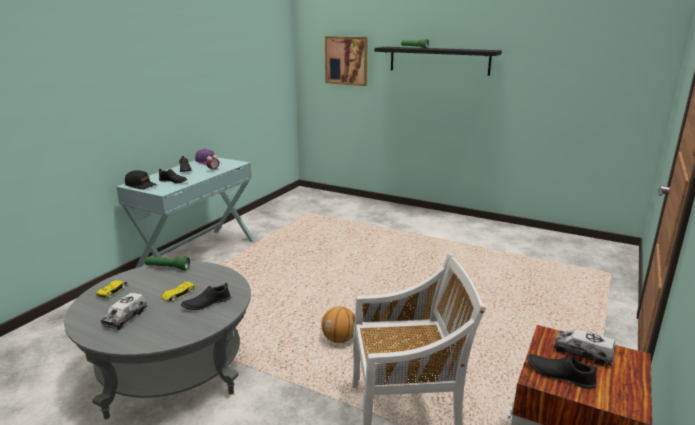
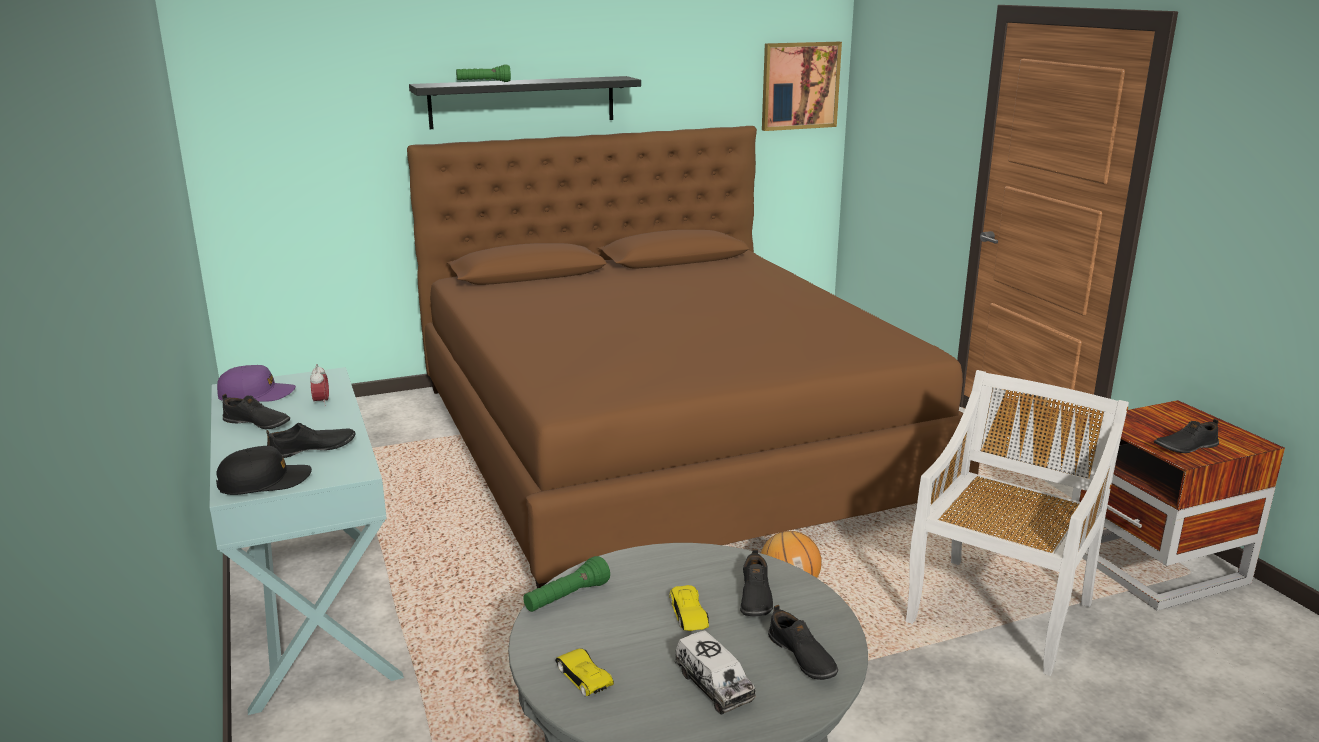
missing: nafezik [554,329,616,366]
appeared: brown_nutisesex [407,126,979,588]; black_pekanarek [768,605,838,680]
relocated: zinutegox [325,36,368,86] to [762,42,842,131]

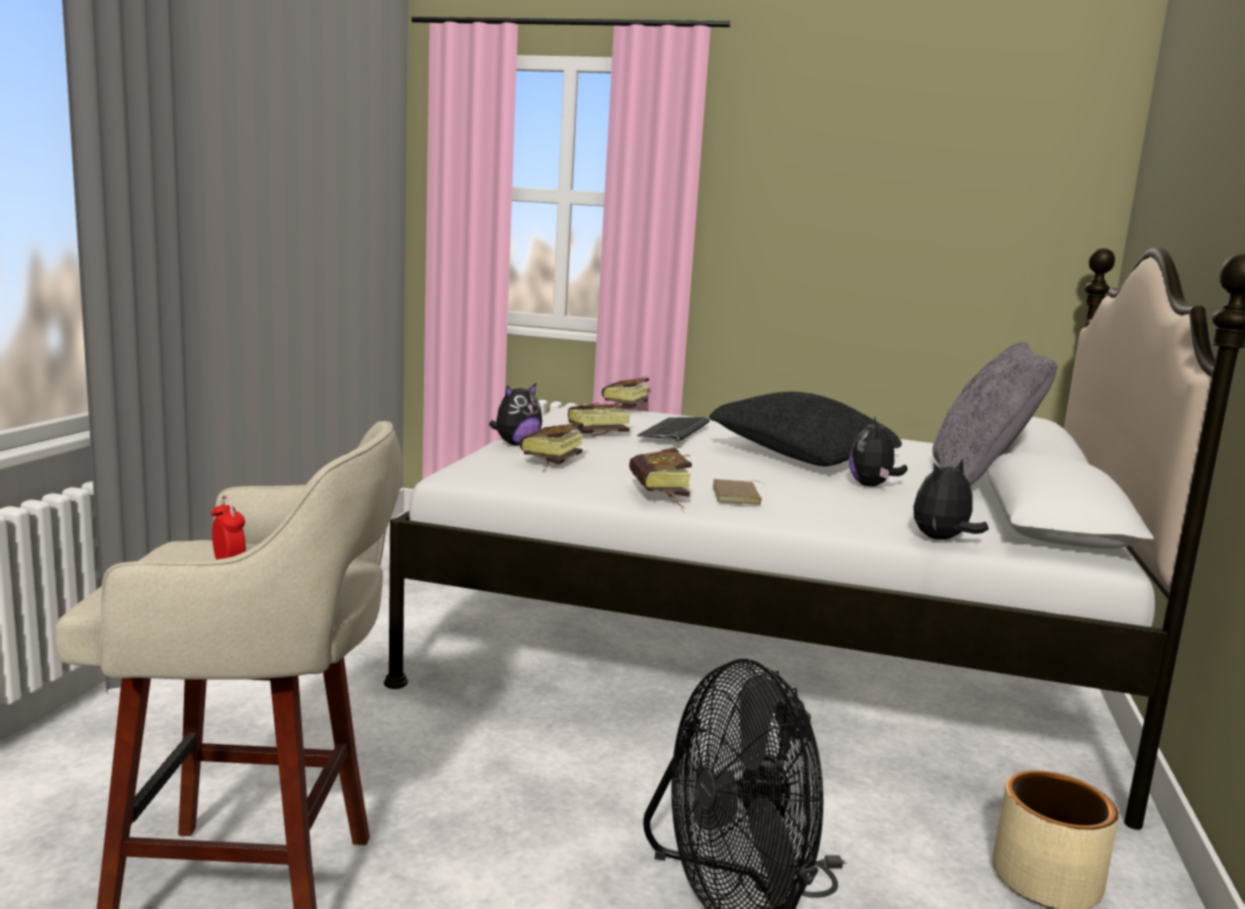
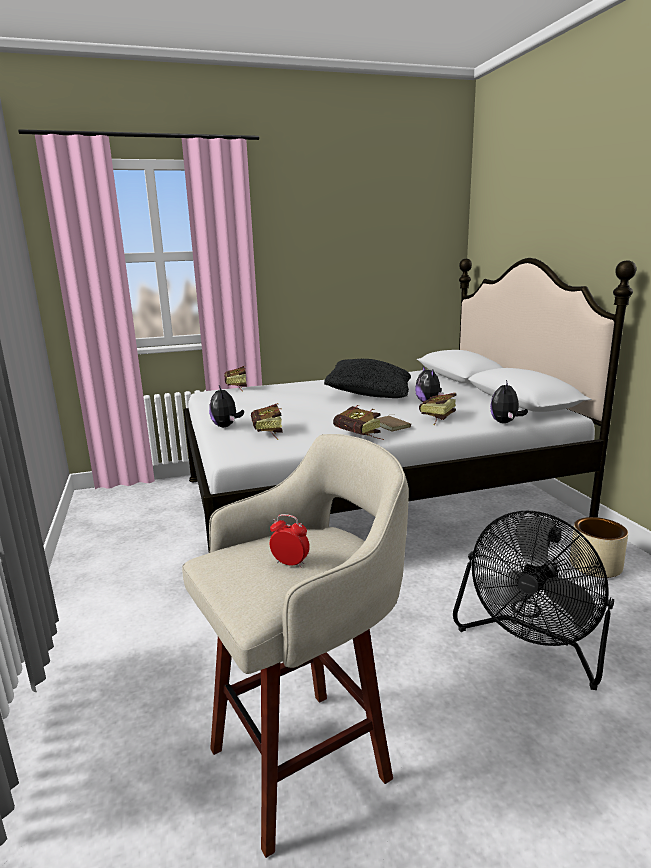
missing: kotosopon [637,417,710,441]; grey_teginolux [932,342,1058,486]
relocated: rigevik [568,402,631,436] to [419,393,456,425]
spun: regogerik [489,383,542,445] = [209,385,244,427] 150 degrees clockwise

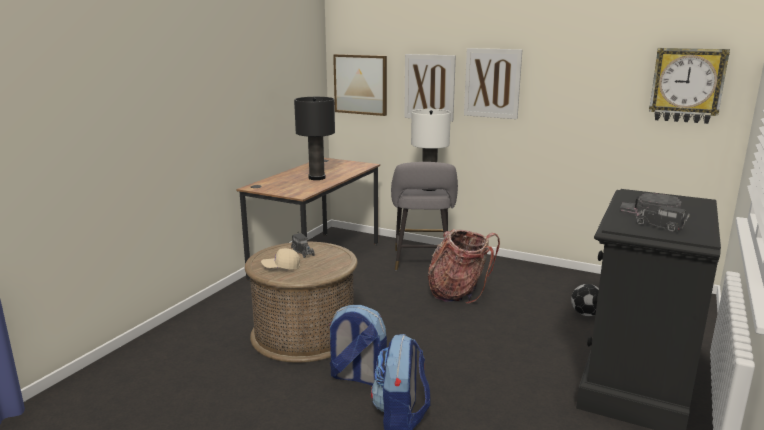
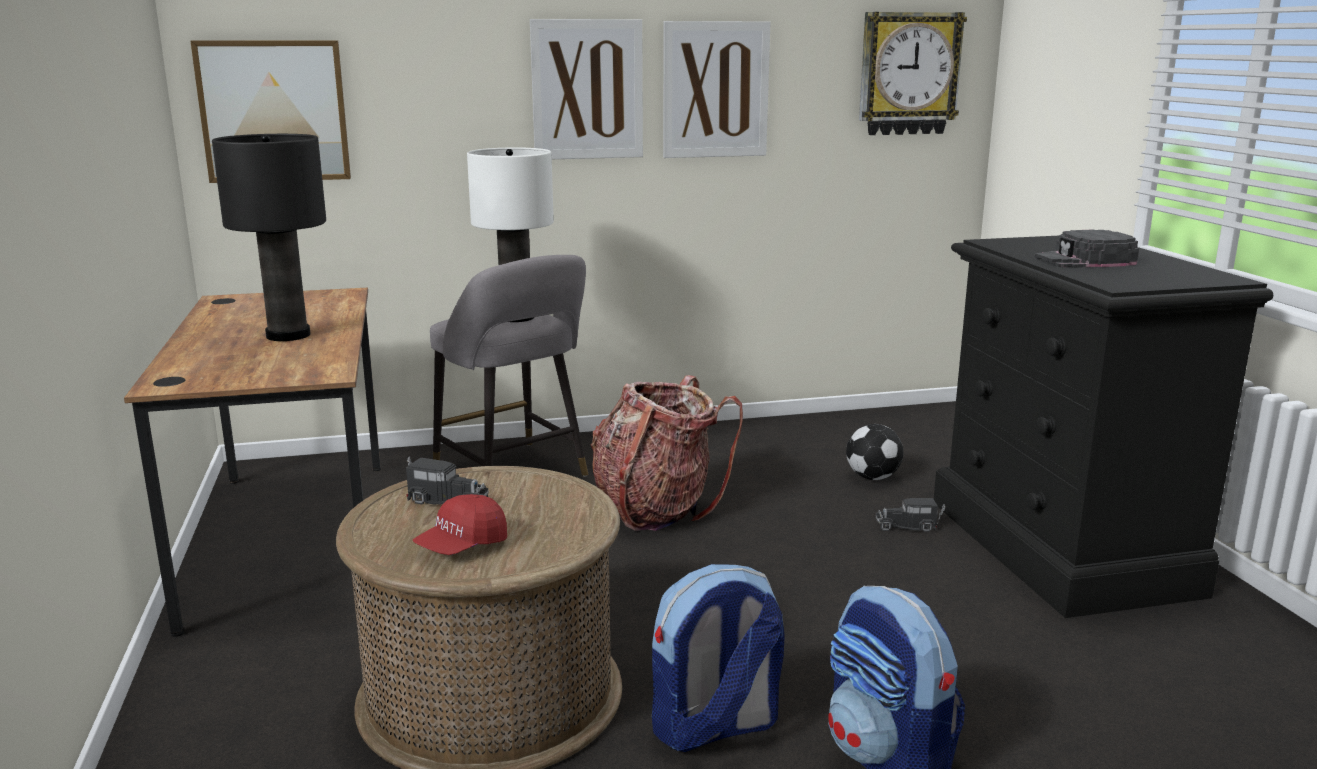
relocated: zinutegox [404,54,456,122] to [663,21,770,158]; nafezik [636,206,690,232] to [875,498,946,532]
colour: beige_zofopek [261,248,300,269] to red_zofopek [413,494,507,555]

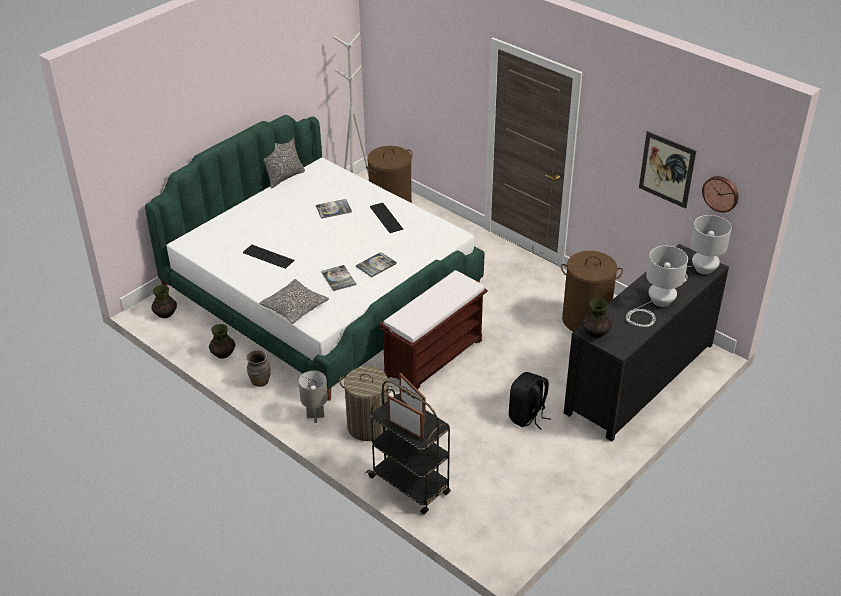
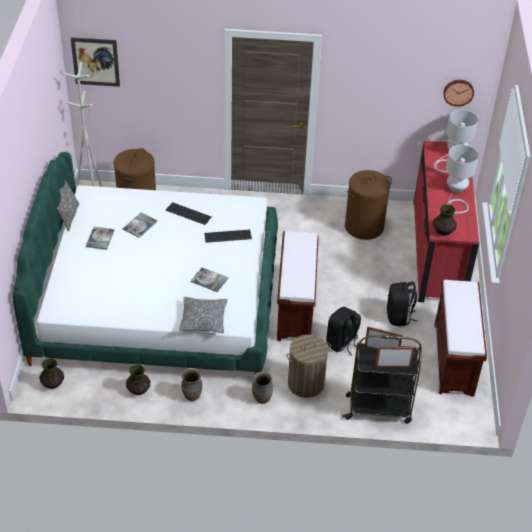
appeared: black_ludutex [326,307,361,356]; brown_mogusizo [435,280,487,397]
relocated: kotosopon [243,245,294,269] to [204,230,252,243]; rigevik [356,252,397,278] to [86,227,114,250]; zinutegox [639,131,696,209] to [71,37,120,87]
exchanged: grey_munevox [298,371,328,423] to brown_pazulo [252,372,273,404]
colour: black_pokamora [564,244,729,442] to red_pokamora [413,141,480,302]

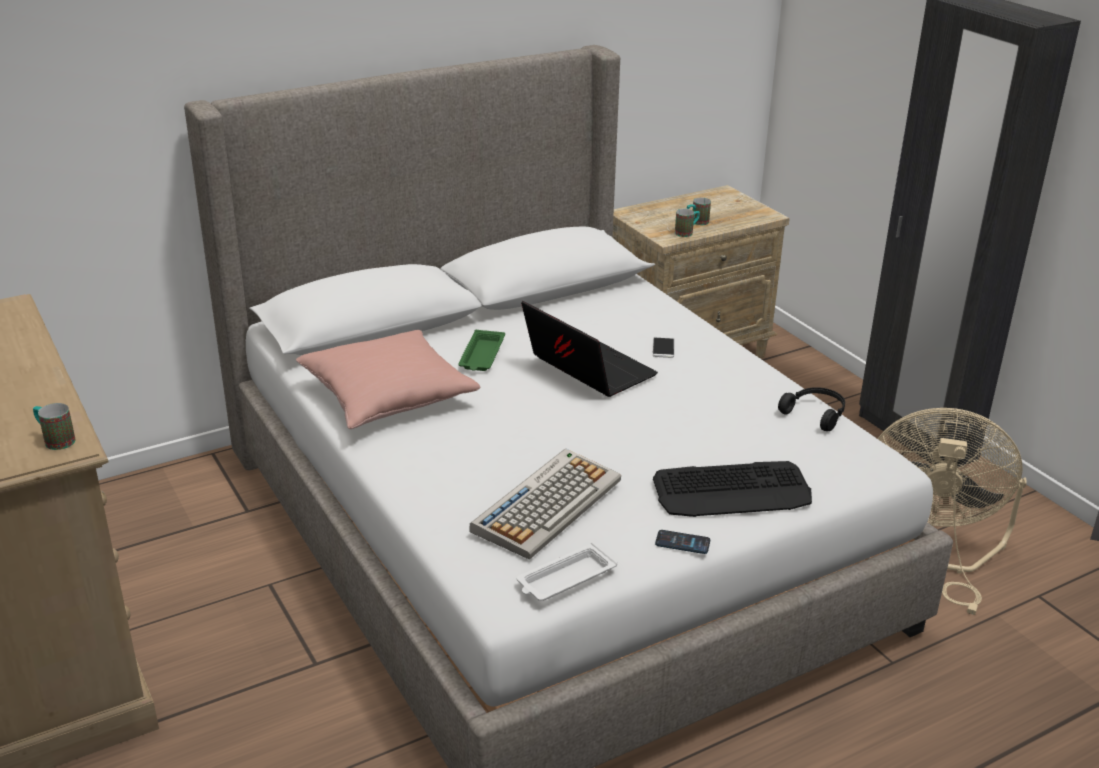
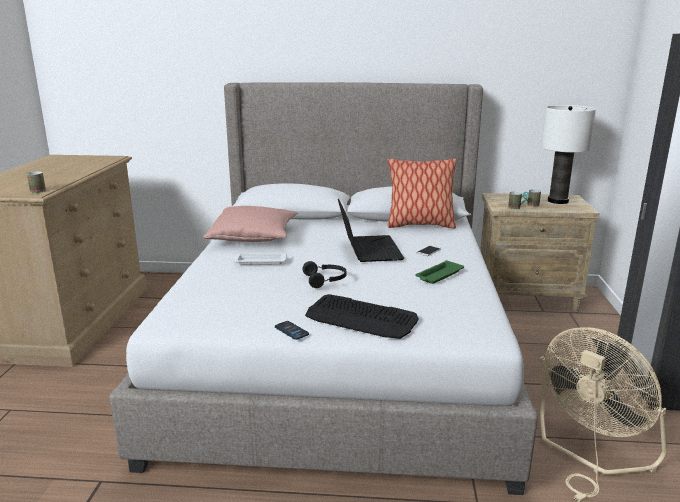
missing: kotosopon [469,449,621,560]
appeared: teginolux [387,158,457,229]; white_munevox [541,105,596,204]
relocated: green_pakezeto [458,330,505,371] to [415,260,464,284]; white_pakezeto [517,542,618,601] to [233,253,287,265]; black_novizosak [778,387,845,431] to [302,261,346,288]

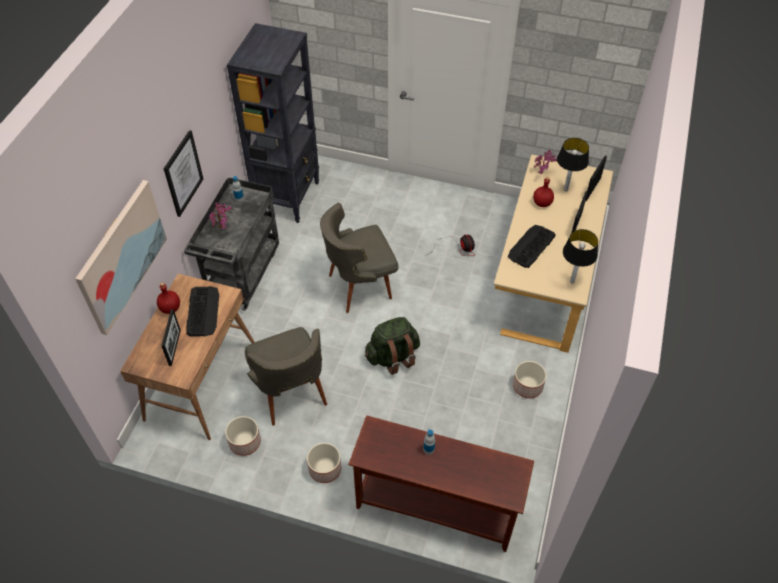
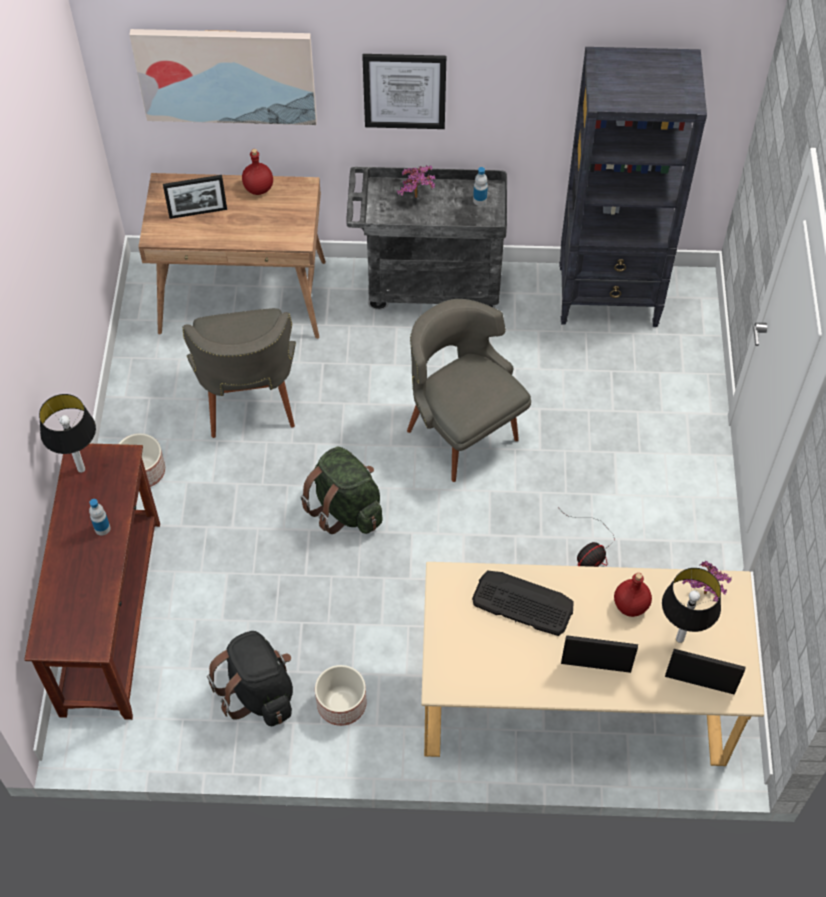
missing: kotosopon [186,286,219,336]; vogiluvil [225,416,261,456]
appeared: black_ludutex [207,631,293,726]
relocated: munevox [563,229,598,284] to [39,394,96,473]
spun: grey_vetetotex [245,327,327,426] = [182,308,296,438] 60 degrees counterclockwise

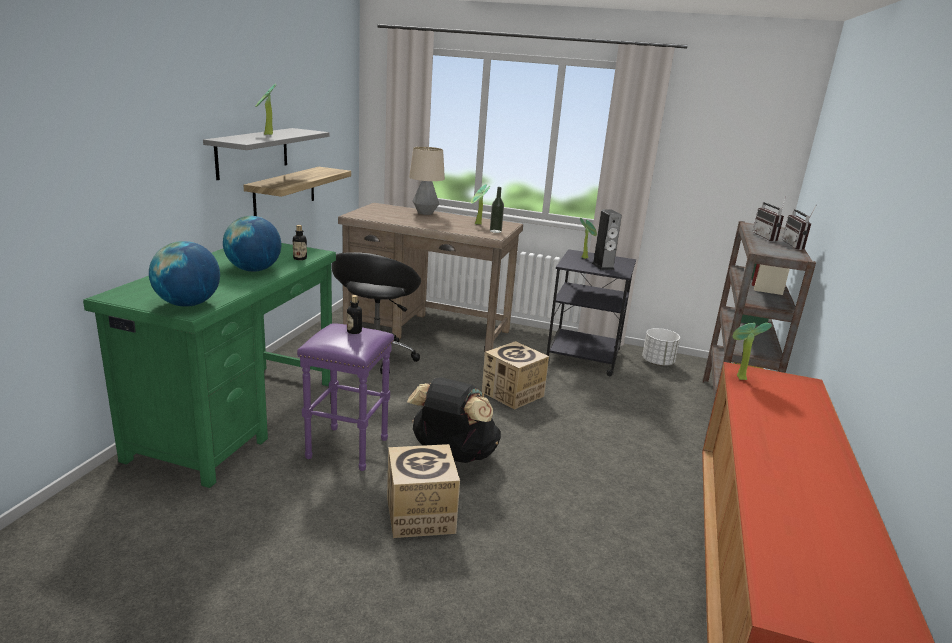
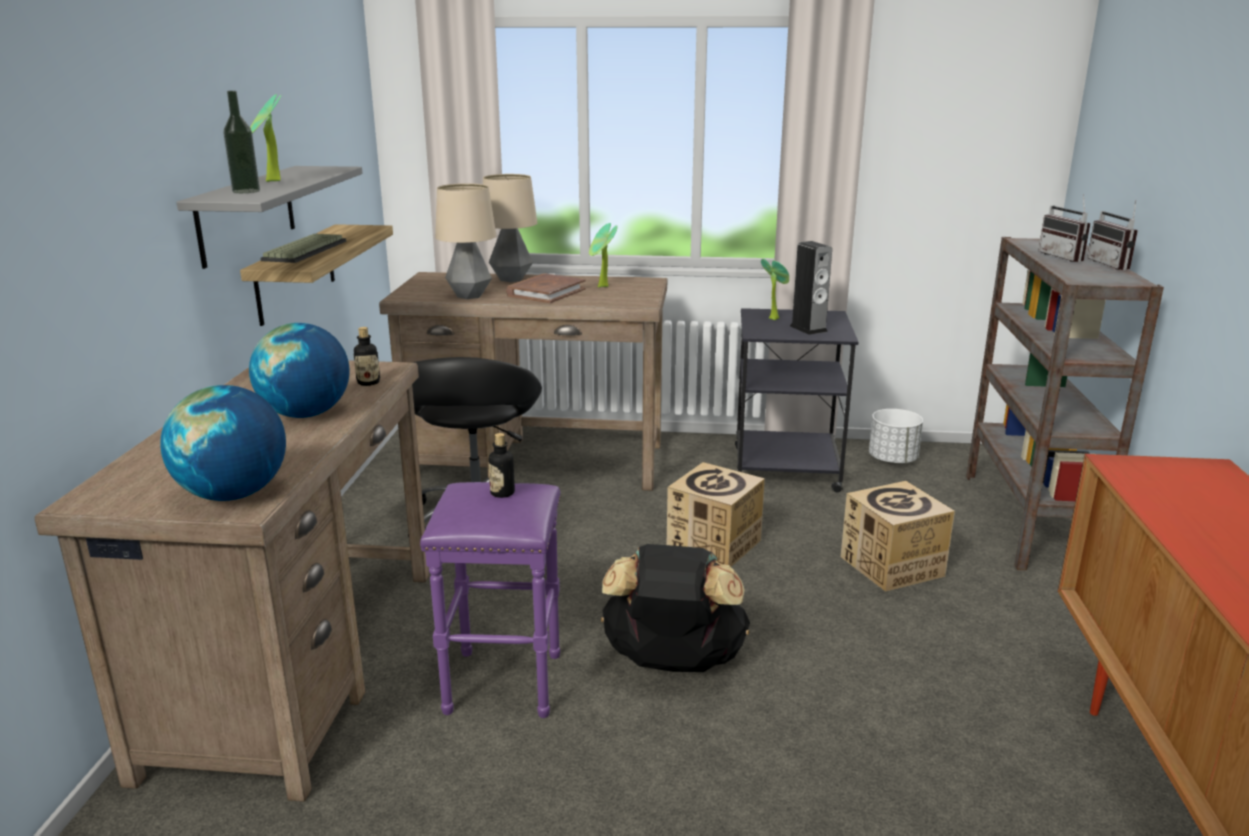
missing: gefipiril [733,323,772,380]
appeared: kotosopon [260,234,346,263]; munevox [435,183,496,299]; brown_rigevik [506,274,586,303]
relocated: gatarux [387,444,460,538] to [841,481,955,592]; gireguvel [490,187,504,233] to [223,91,260,193]
colour: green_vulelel [83,243,336,488] to brown_vulelel [35,360,429,802]

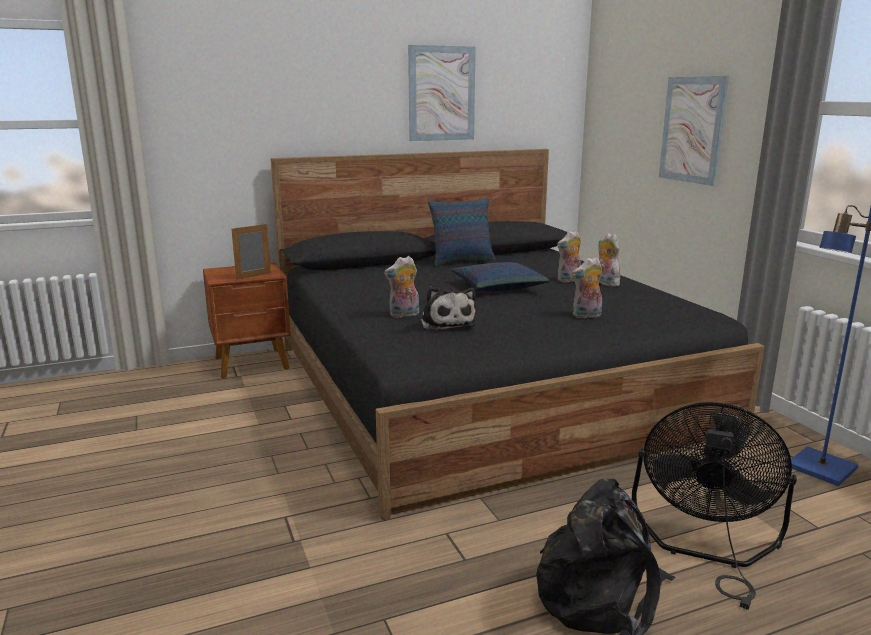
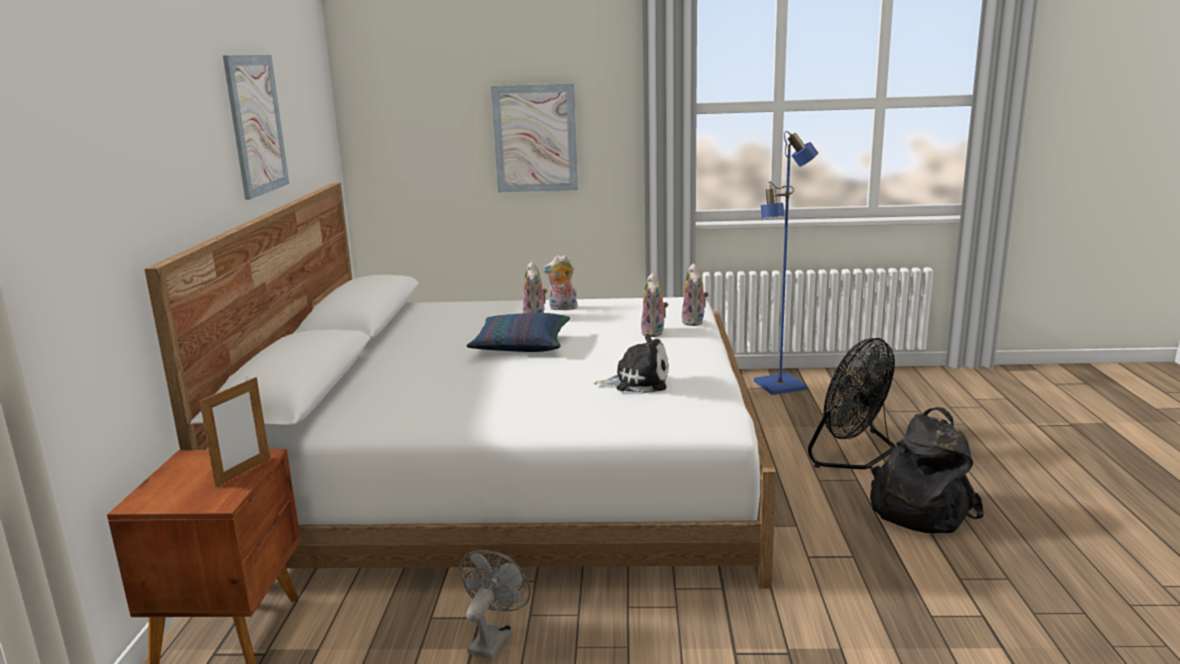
missing: blue_teginolux [428,198,496,267]
appeared: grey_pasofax [459,550,530,660]
relocated: regogerik [384,256,419,318] to [681,263,709,326]
colour: black_nutisesex [271,149,765,521] to white_nutisesex [144,183,776,589]
spun: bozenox [232,224,271,280] = [200,377,270,487] 135 degrees counterclockwise

